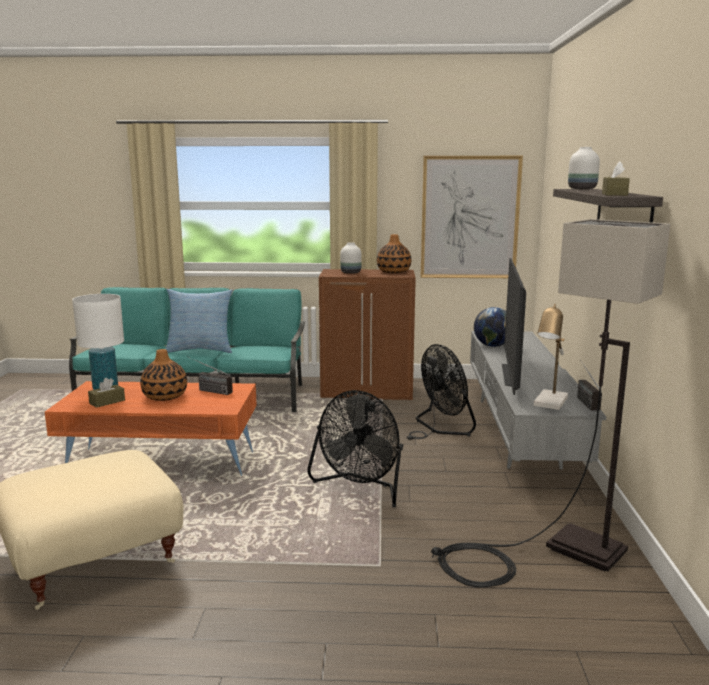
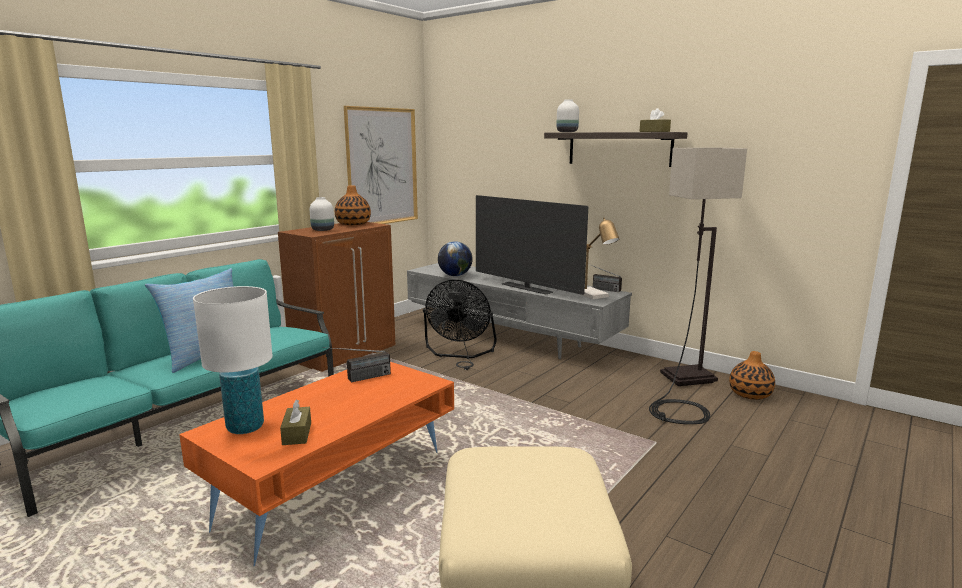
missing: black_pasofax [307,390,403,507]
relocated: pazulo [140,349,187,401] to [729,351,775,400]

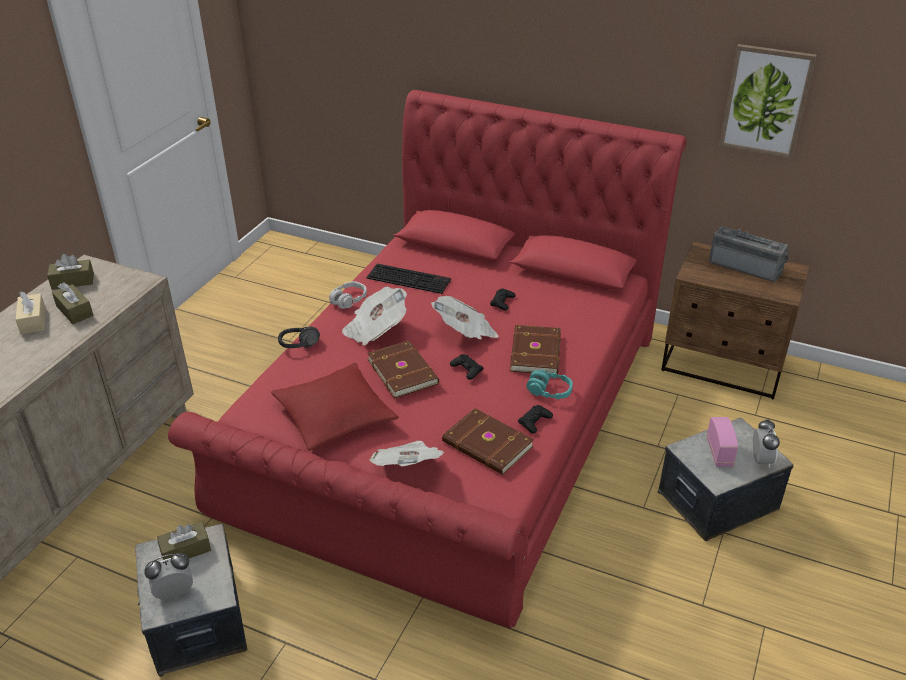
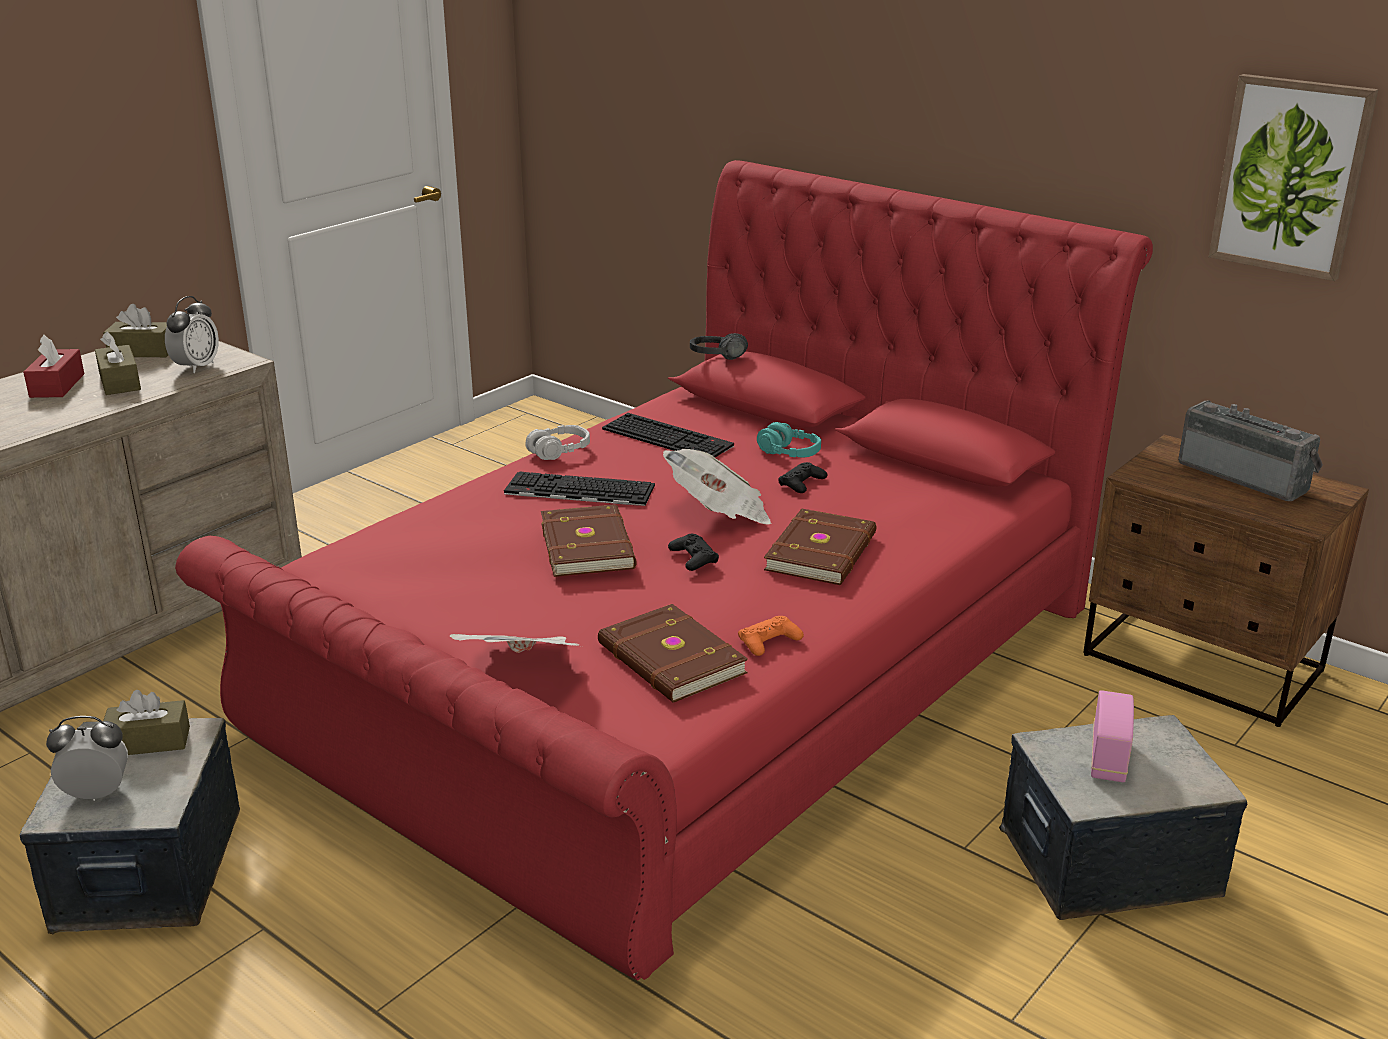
missing: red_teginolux [271,363,399,451]
relocated: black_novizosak [278,327,320,348] to [690,333,748,360]; turquoise_novizosak [526,370,573,399] to [757,422,821,458]; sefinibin [753,418,780,468] to [165,296,219,373]
exchanged: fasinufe [342,286,407,345] to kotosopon [504,472,655,506]
colour: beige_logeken [15,291,46,334] to red_logeken [23,335,84,398]; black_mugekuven [518,405,553,434] to orange_mugekuven [738,616,804,656]

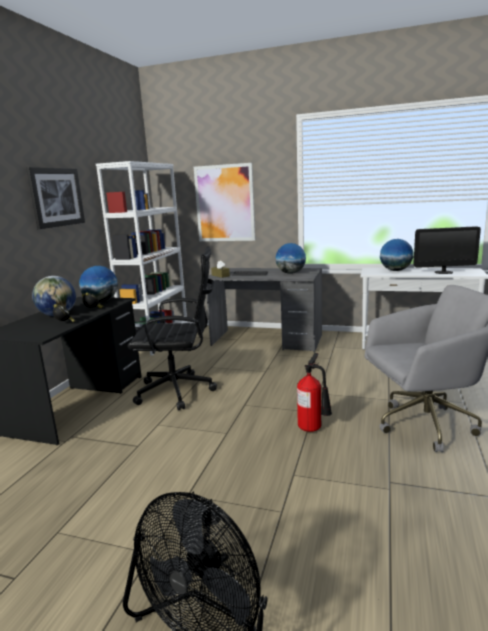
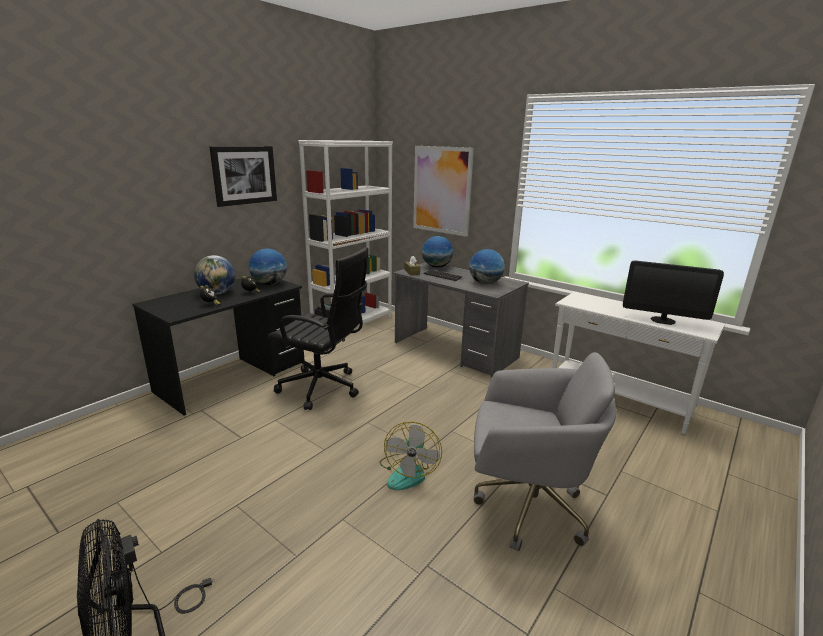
relocated: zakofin [380,239,414,271] to [422,236,453,268]
exchanged: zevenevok [297,353,332,432] to pasofax [380,422,442,490]

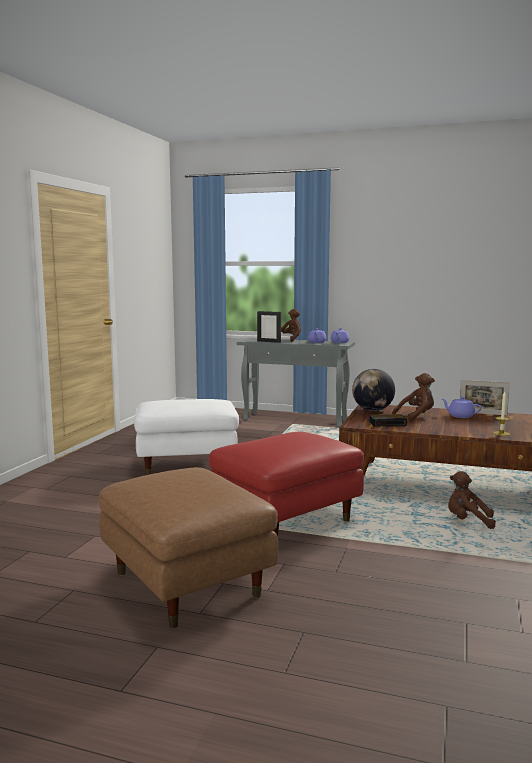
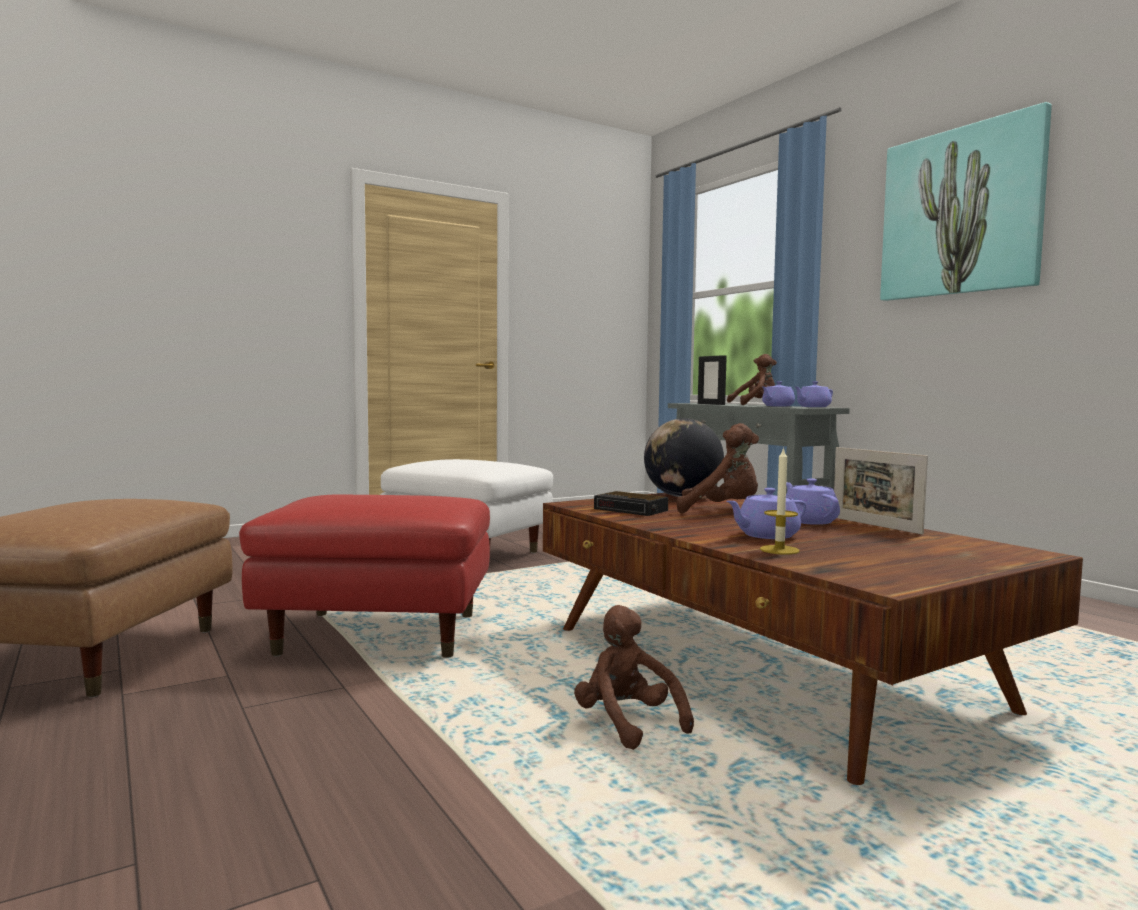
appeared: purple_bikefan [727,488,806,539]; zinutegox [880,102,1052,301]

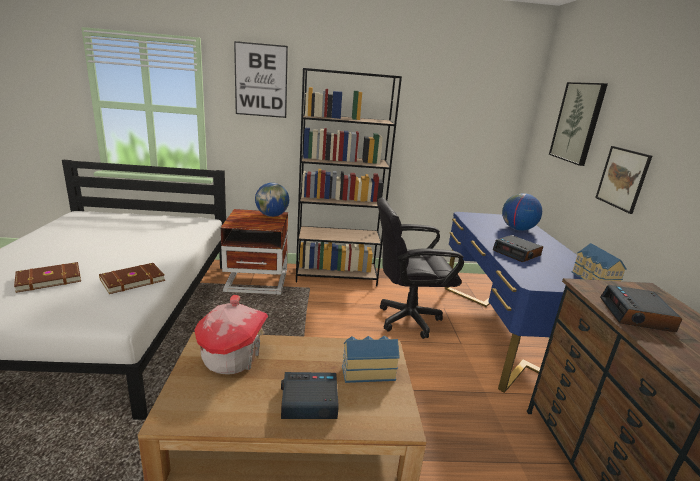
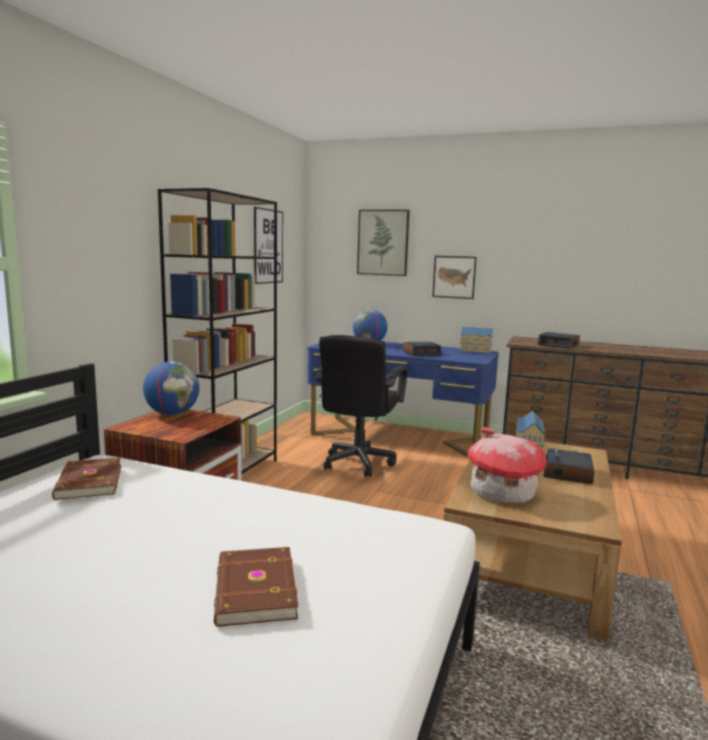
relocated: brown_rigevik [99,263,165,294] to [52,457,121,500]; zinutegox [234,41,288,118] to [254,207,283,284]

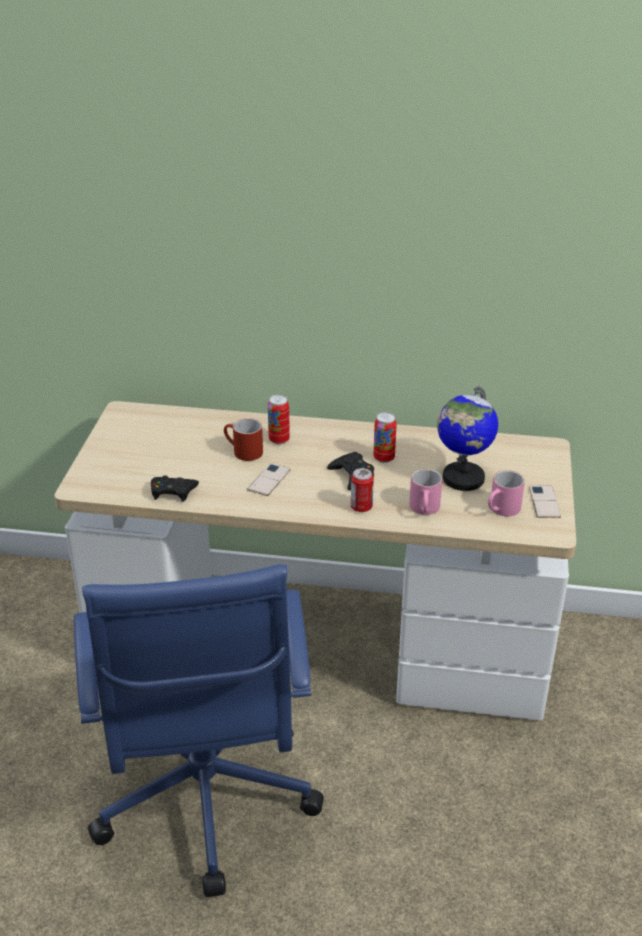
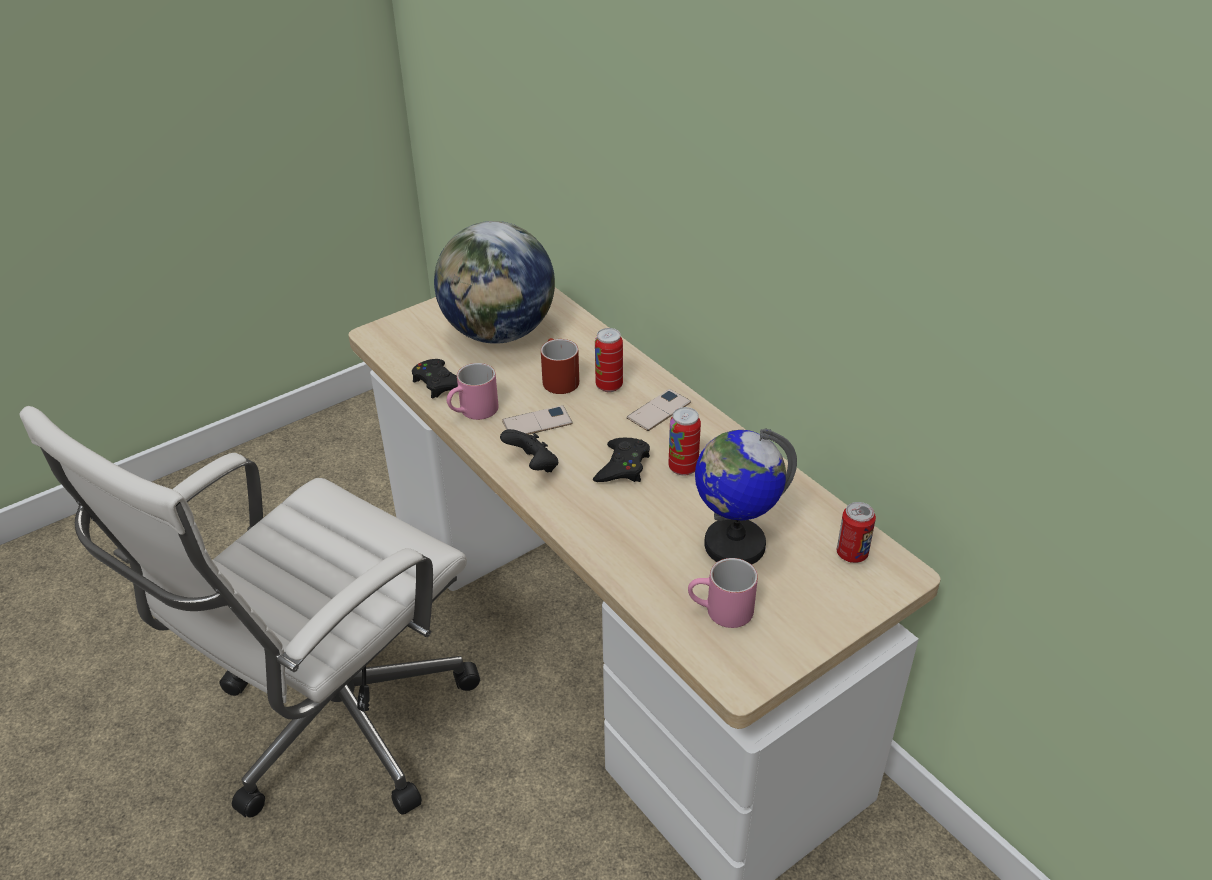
appeared: zakofin [434,221,555,344]; black_mugekuven [500,429,558,472]
relocated: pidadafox [351,468,374,512] to [837,502,876,563]; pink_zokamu [409,469,442,515] to [447,363,498,420]; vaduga [529,486,561,518] to [627,389,691,431]
colour: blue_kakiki [74,564,324,897] to white_kakiki [19,406,480,818]

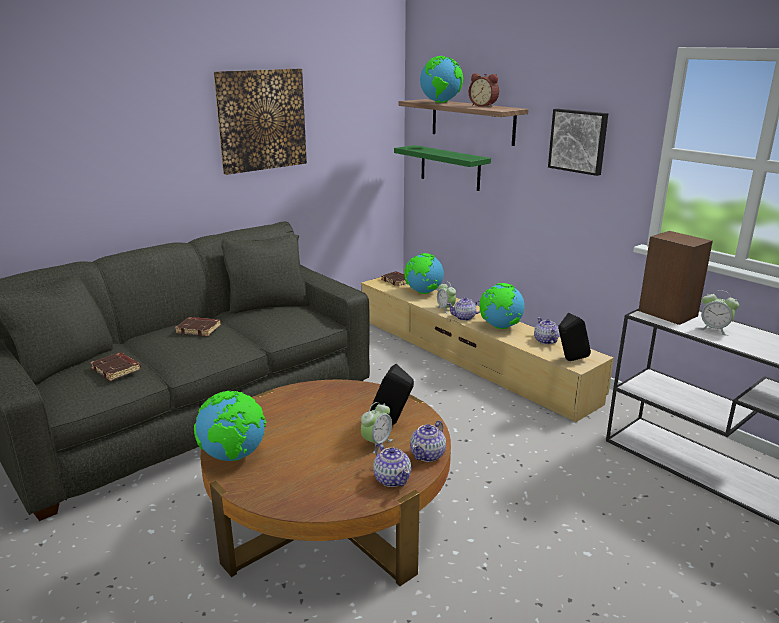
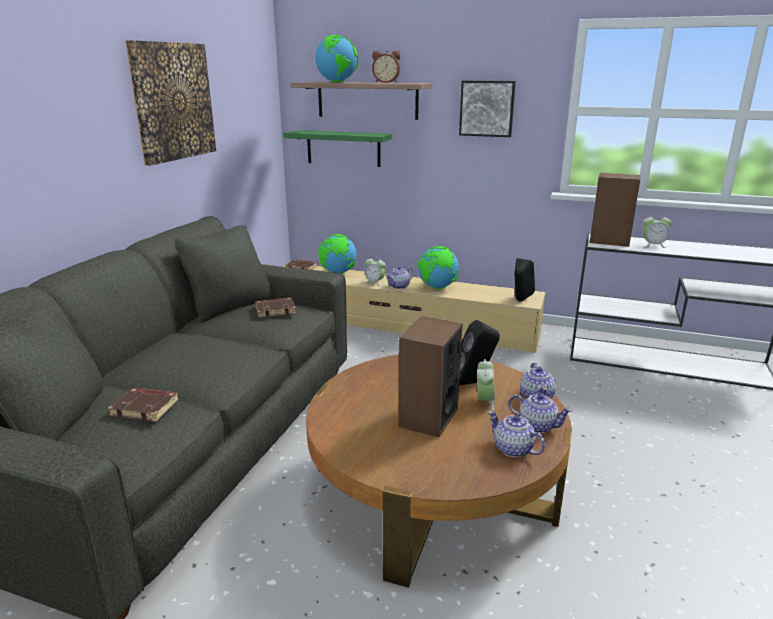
missing: zakofin [194,391,266,461]
appeared: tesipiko [398,316,463,437]
relocated: brown_rigevik [175,317,221,336] to [255,298,296,318]; bikefan [534,317,559,345] to [488,411,545,457]

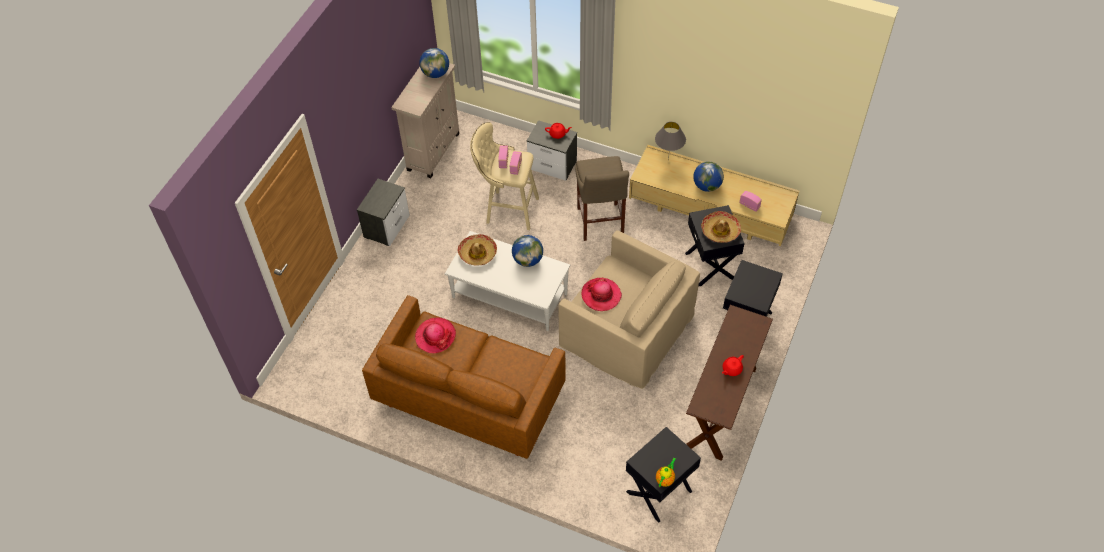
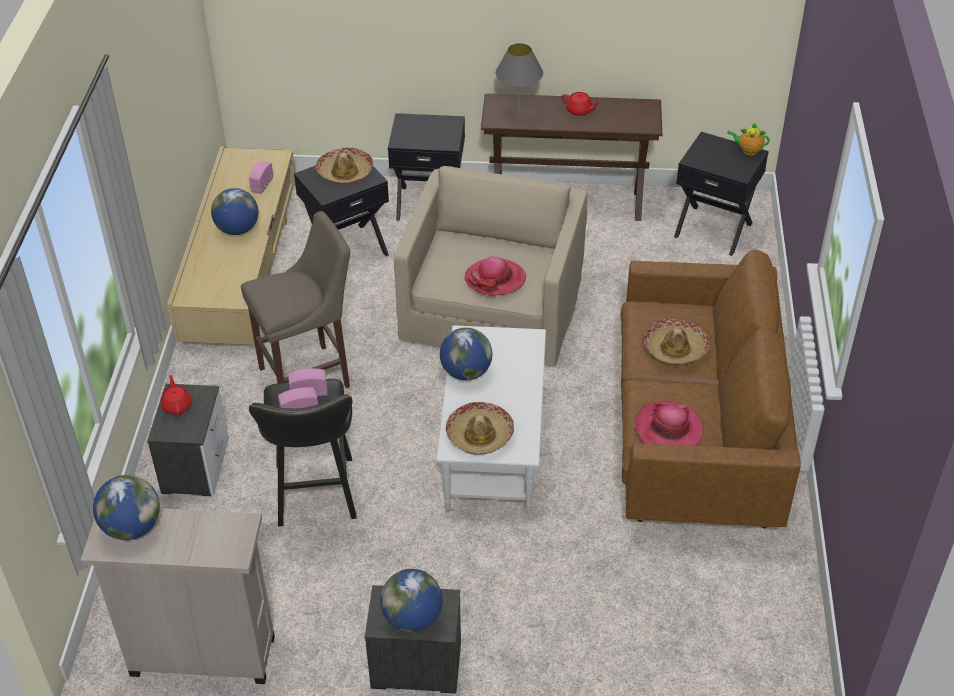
appeared: zakofin [380,569,443,632]; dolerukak [644,318,709,366]
relocated: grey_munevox [655,122,686,161] to [495,43,543,115]
colour: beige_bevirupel [470,122,539,230] to black_bevirupel [249,379,357,526]

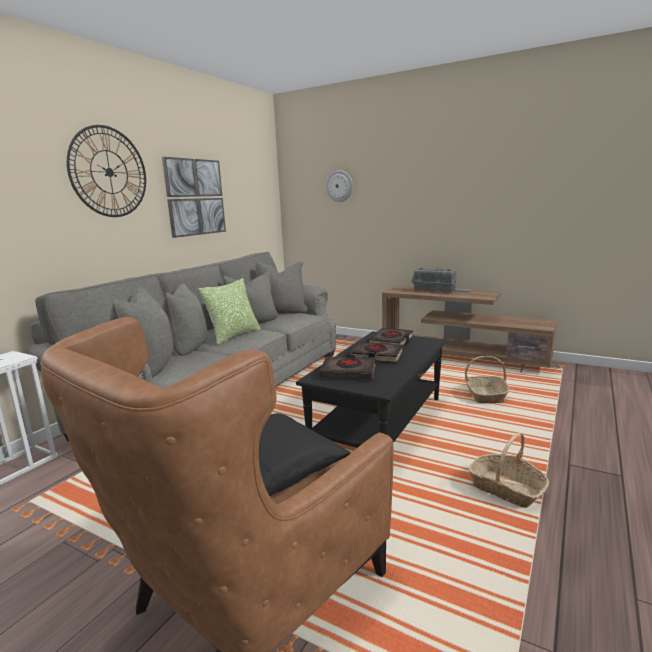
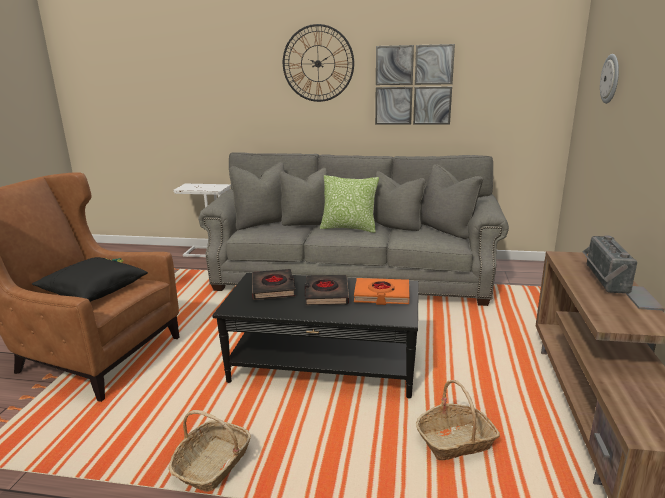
colour: black_rigevik [367,328,413,346] to orange_rigevik [354,278,410,305]

